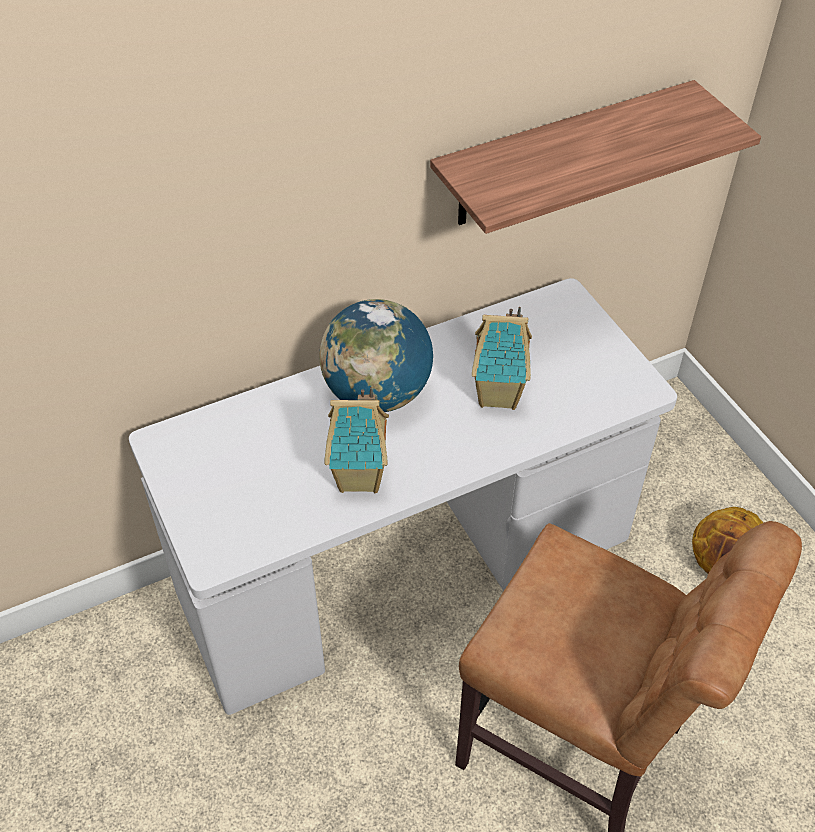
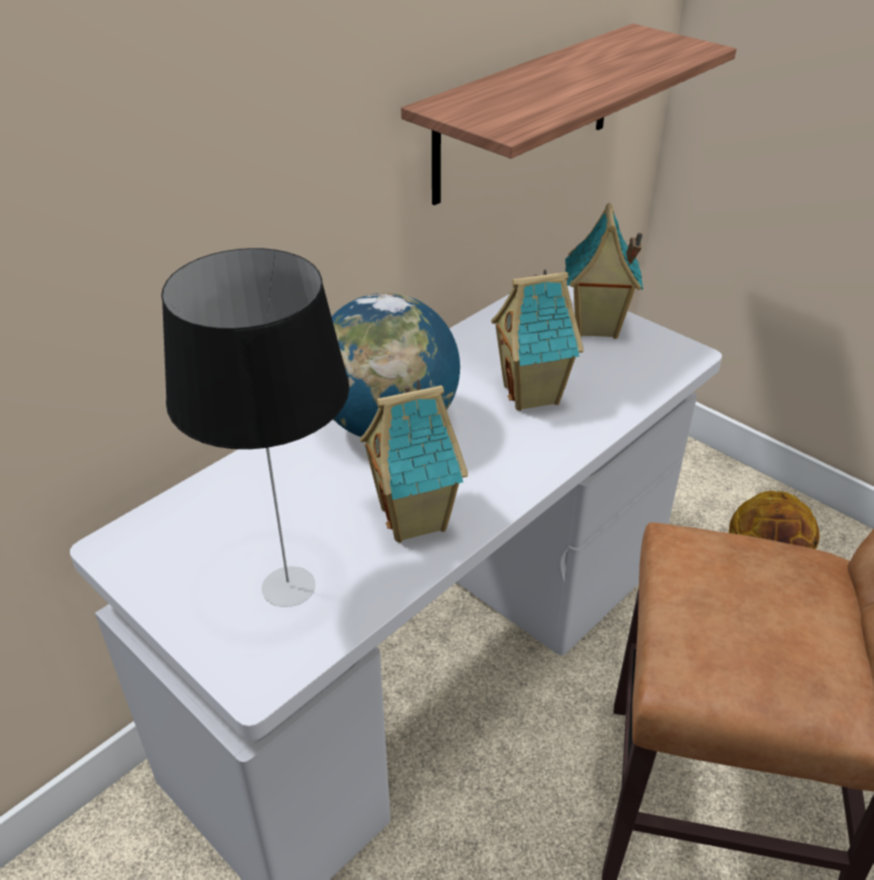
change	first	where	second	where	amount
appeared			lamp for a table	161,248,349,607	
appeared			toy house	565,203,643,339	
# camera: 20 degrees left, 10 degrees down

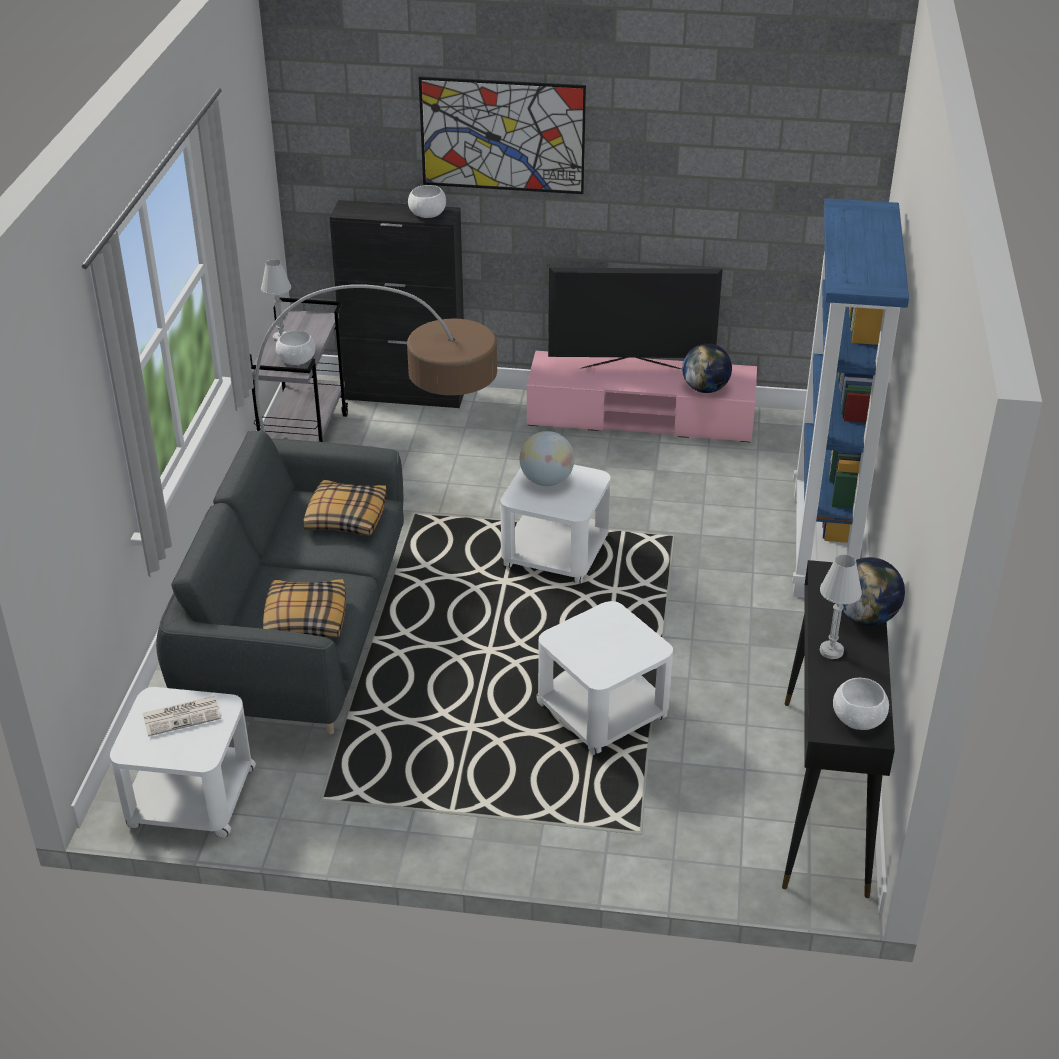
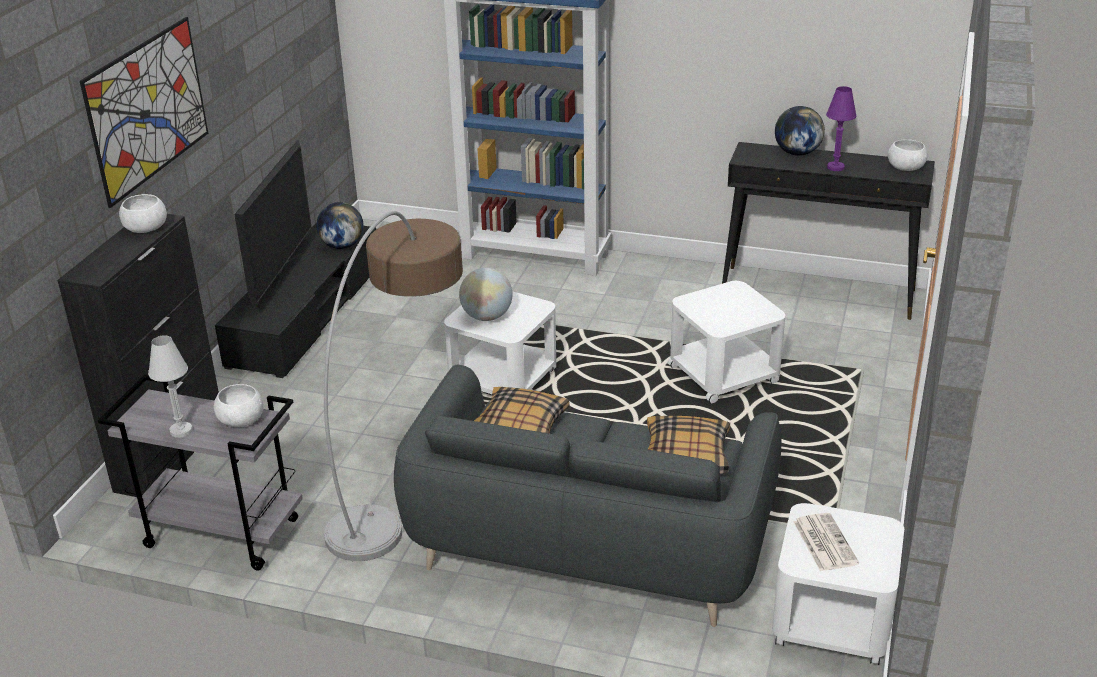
change	first	where	second	where	amount
colour	media console (pink)	527,351,757,442	media console (black-coloured)	215,222,376,378	
colour	lamp for a table (white)	820,554,862,659	lamp for a table (purple-coloured)	826,86,857,171	
# camera: 80 degrees left, 5 degrees down

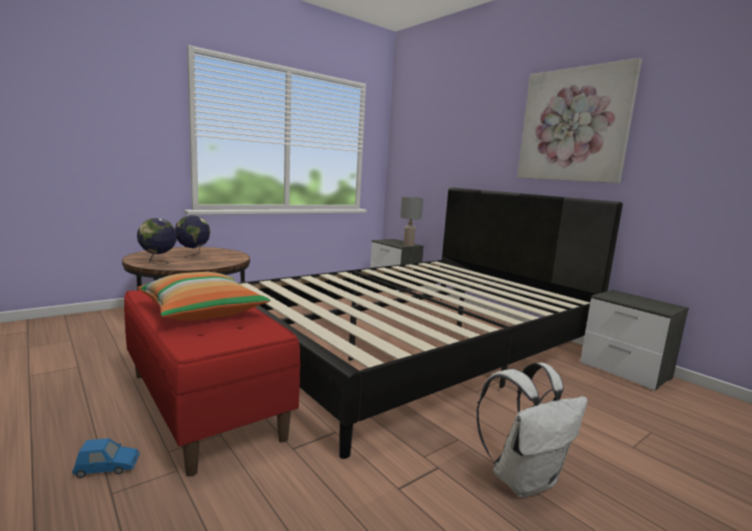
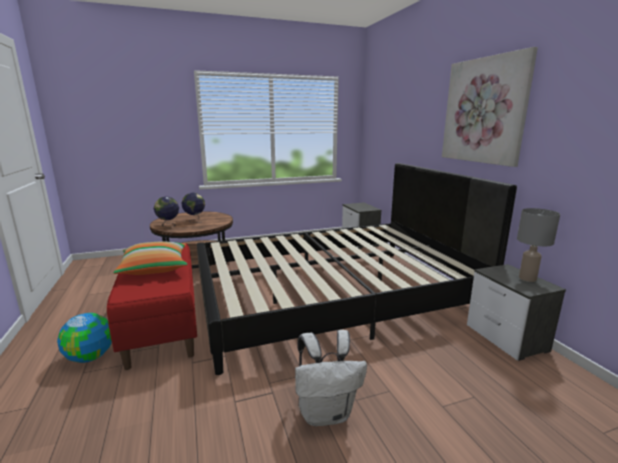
change	first	where	second	where	amount
exchanged	toy car (blue-coloured)	72,438,140,478	globe	57,313,112,363	
relocated	lamp for a table (greyish)	400,197,423,246		517,208,560,282	
# camera: 20 degrees right, 5 degrees up

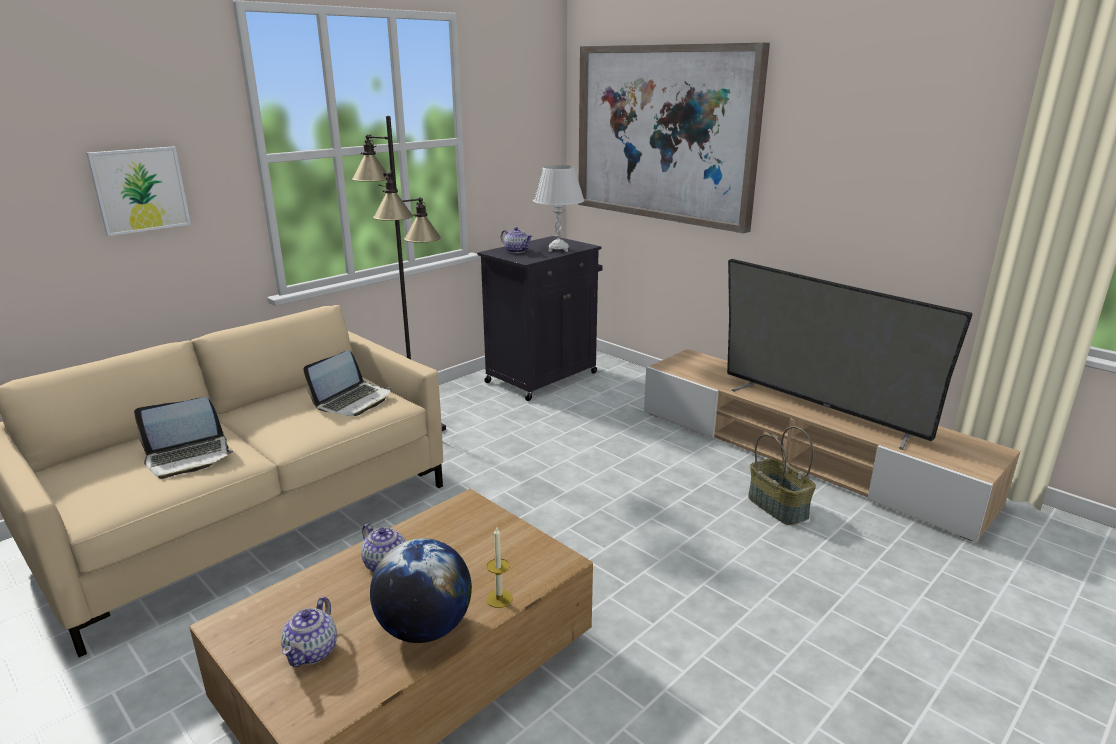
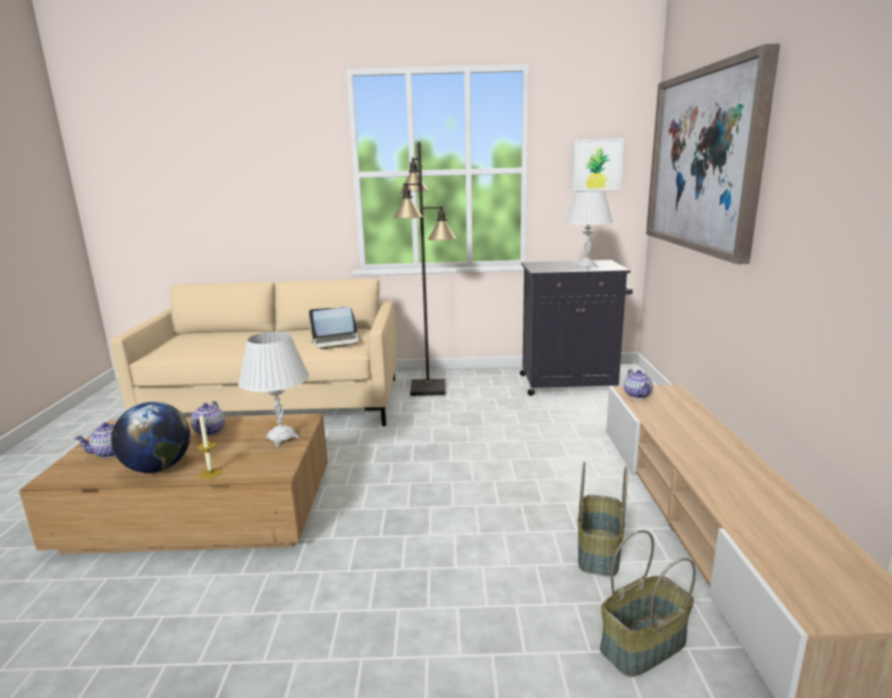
change	first	where	second	where	amount
appeared			lamp for a table (white)	238,332,310,446	
relocated	picture	86,146,191,236		572,138,624,191	
appeared			household basket	600,530,696,677	
relocated	teapot	501,227,532,253		624,369,653,398	
missing	portable computer	134,397,233,479			
missing	TV set	727,259,973,450			
# camera: 45 degrees right, 5 degrees down

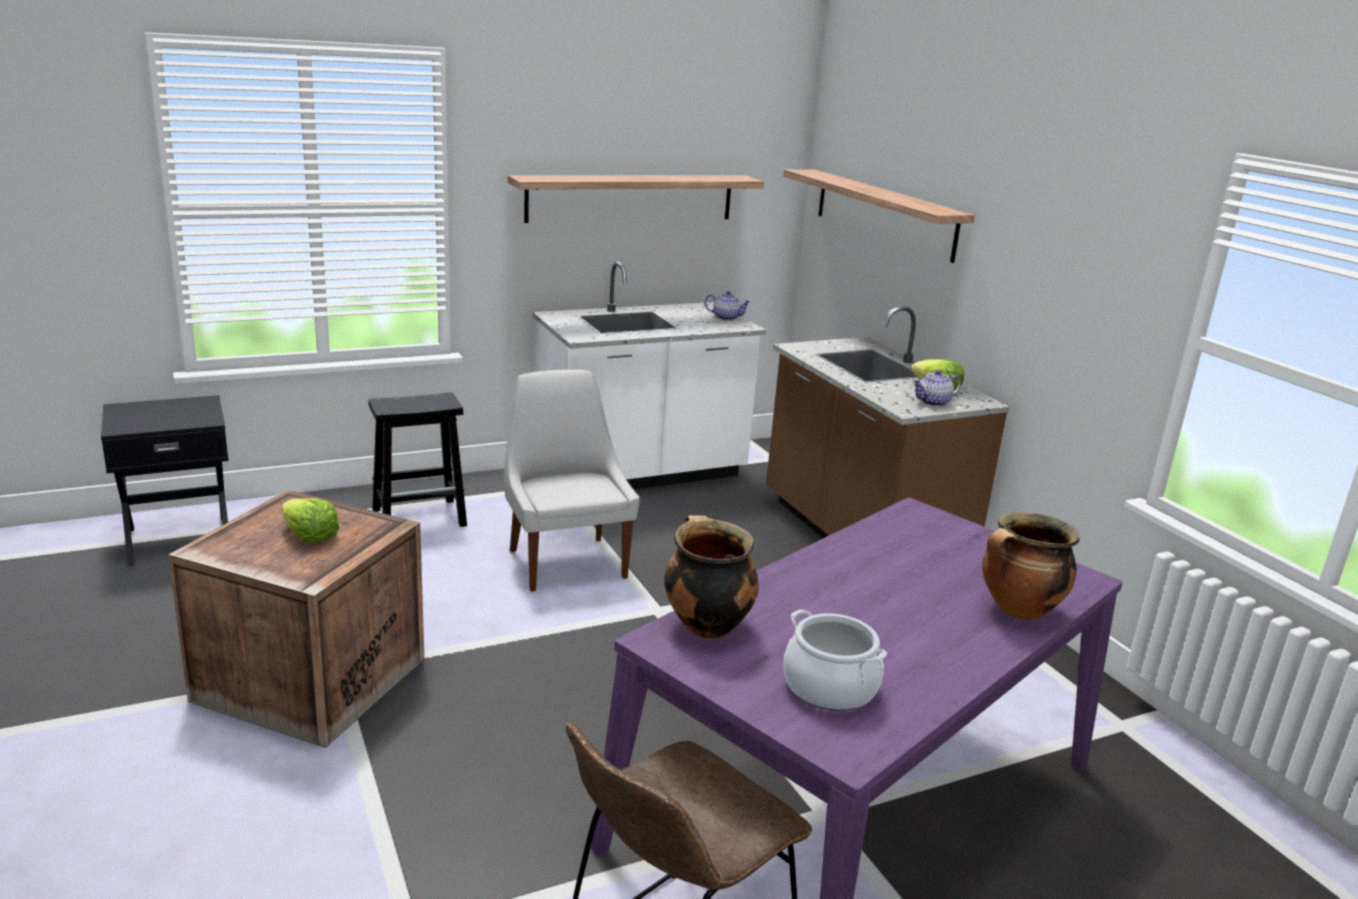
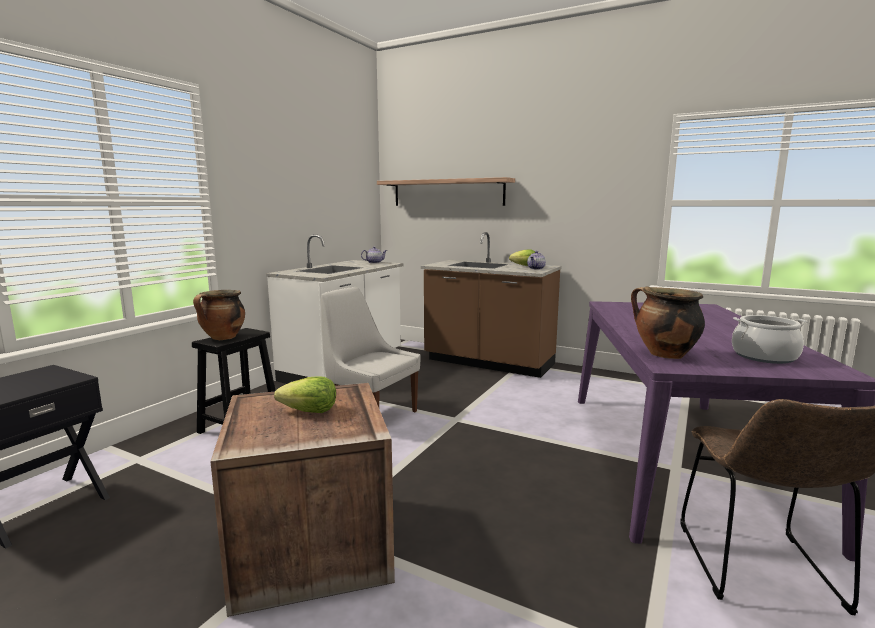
change	first	where	second	where	amount
relocated	cooking pot	982,512,1079,620		193,290,245,340	
missing	wall shelf	507,175,764,223			
# camera: 35 degrees left, 10 degrees down

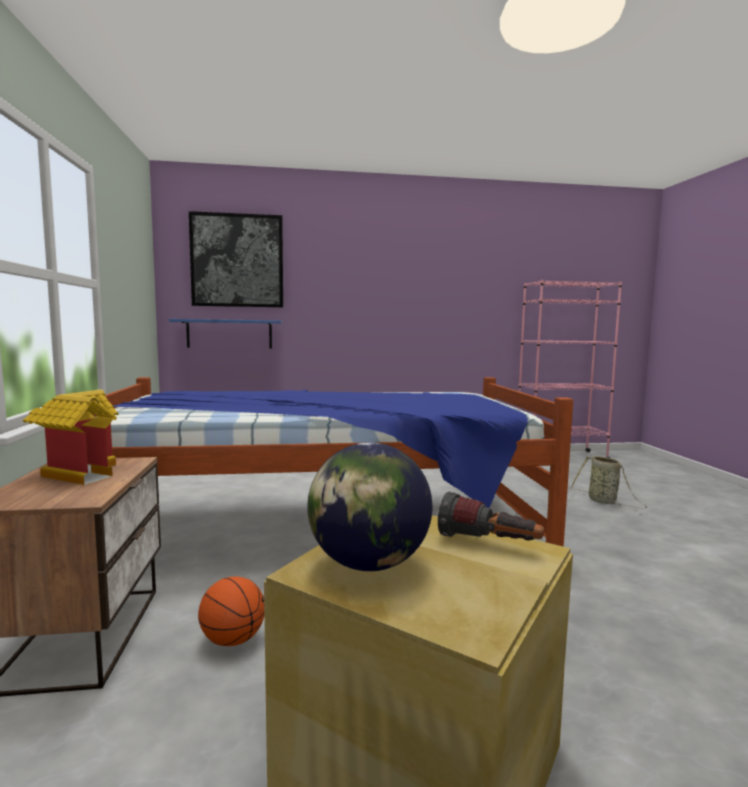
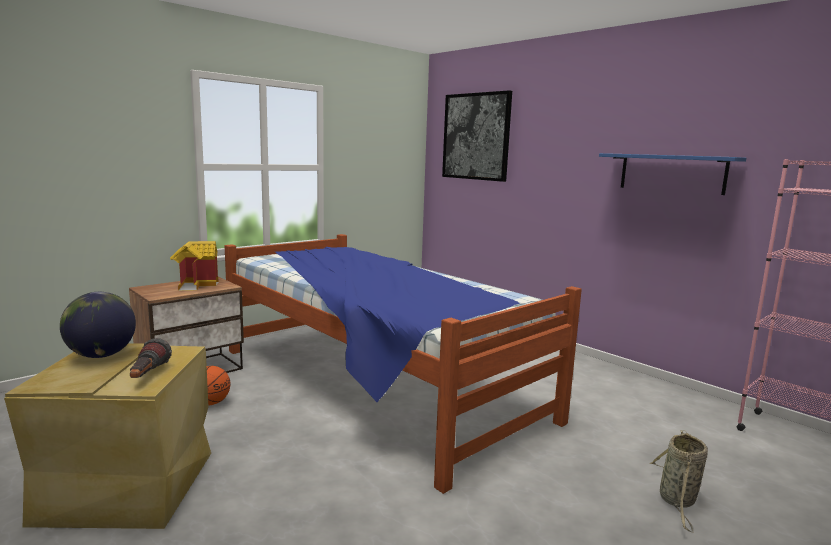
change	first	where	second	where	amount
relocated	wall shelf (blue-coloured)	169,319,282,348		599,153,746,195	
# camera: 55 degrees right, 5 degrees up

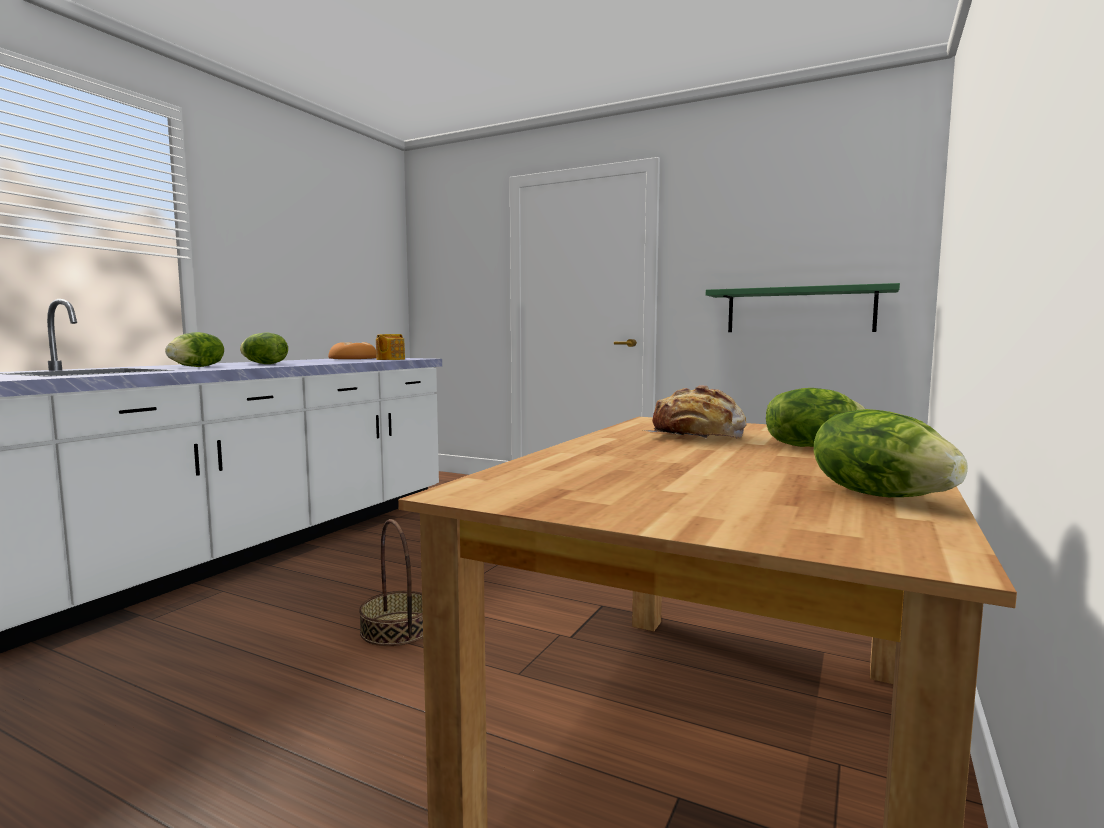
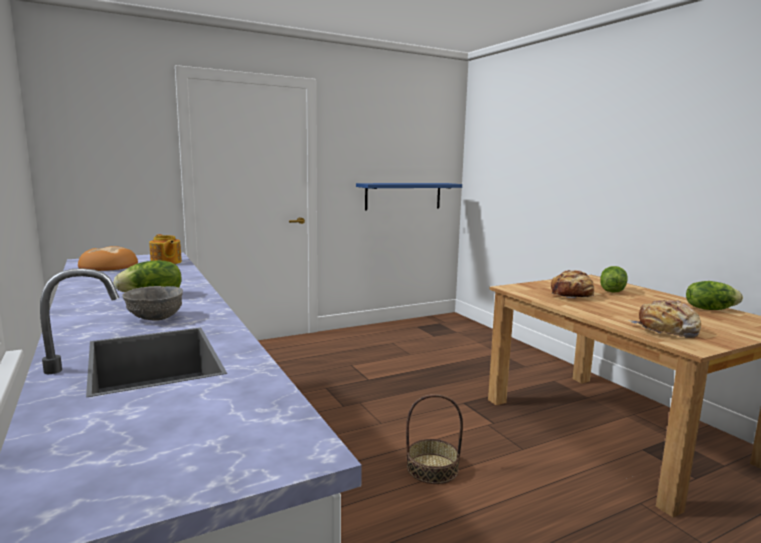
change	first	where	second	where	amount
exchanged	lettuce	165,332,224,367	bowl (greyish)	122,286,183,320	
colour	wall shelf (green-coloured)	706,283,900,332	wall shelf (blue-coloured)	356,183,462,211	
appeared			bread	629,300,701,338	
# camera: 55 degrees left, 5 degrees up

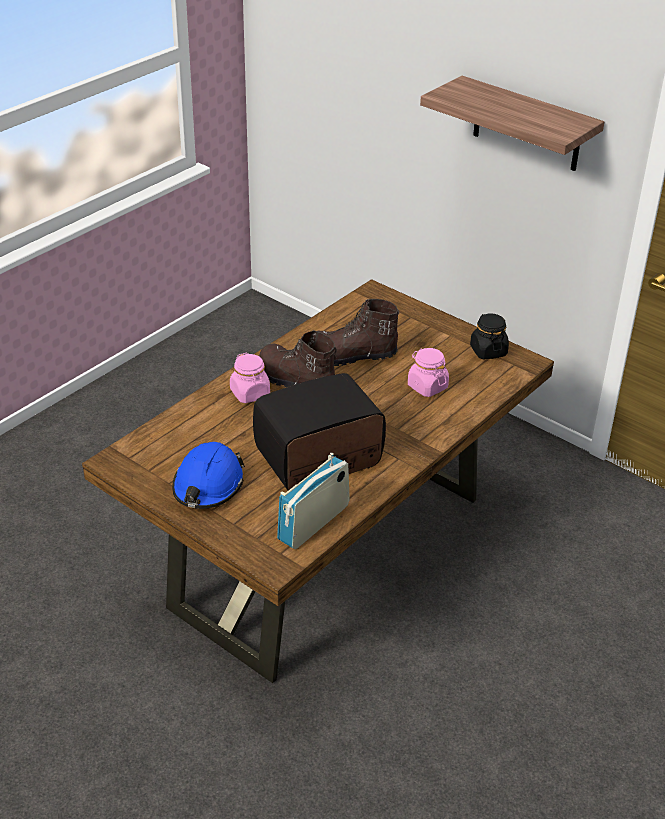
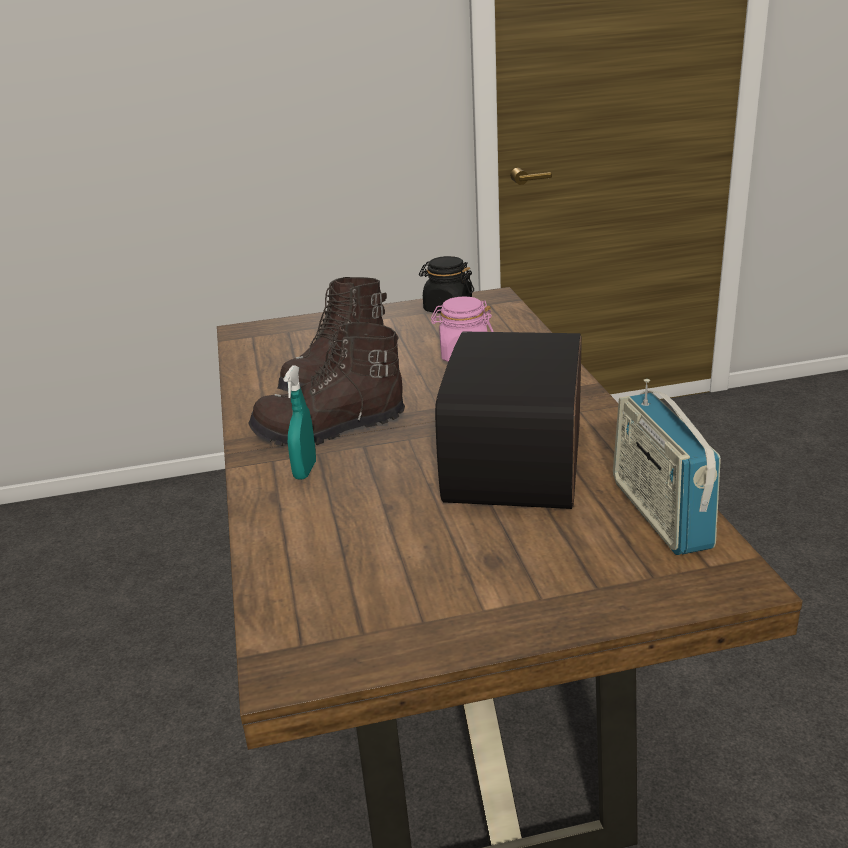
change	first	where	second	where	amount
exchanged	storage jar (pink)	230,353,270,403	spray bottle (turquoise)	283,365,316,479	
missing	hard hat (blue-coloured)	172,442,245,509			
missing	wall shelf	420,76,605,171			
# camera: 50 degrees left, 10 degrees down

